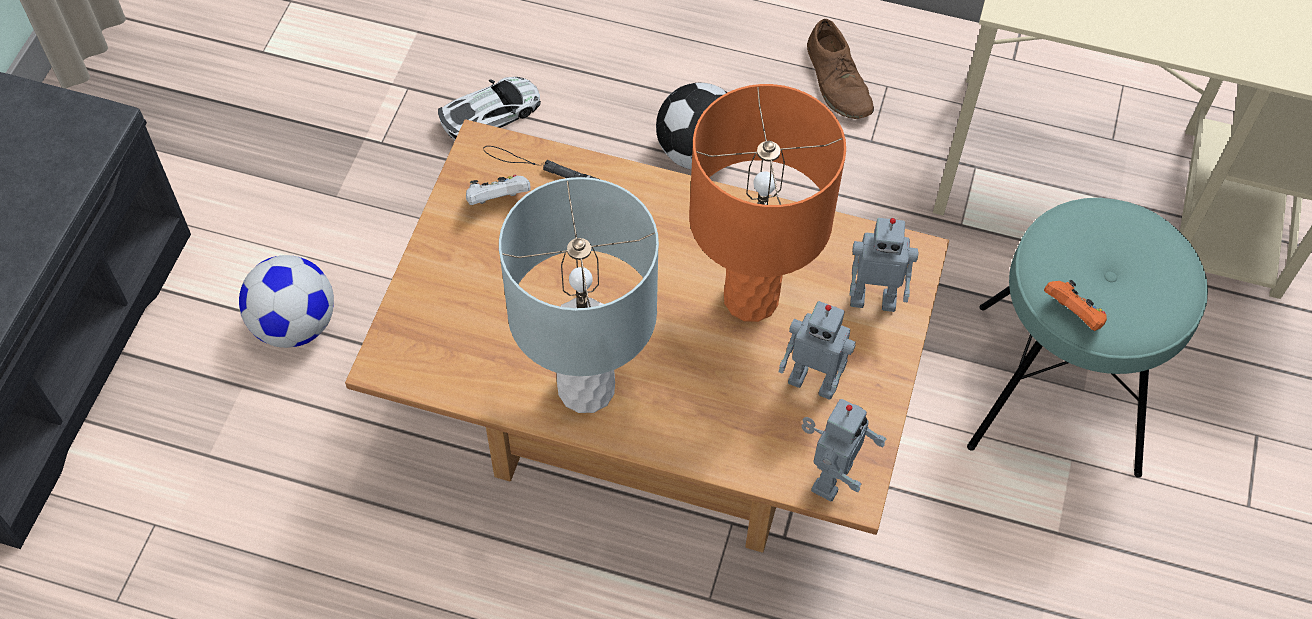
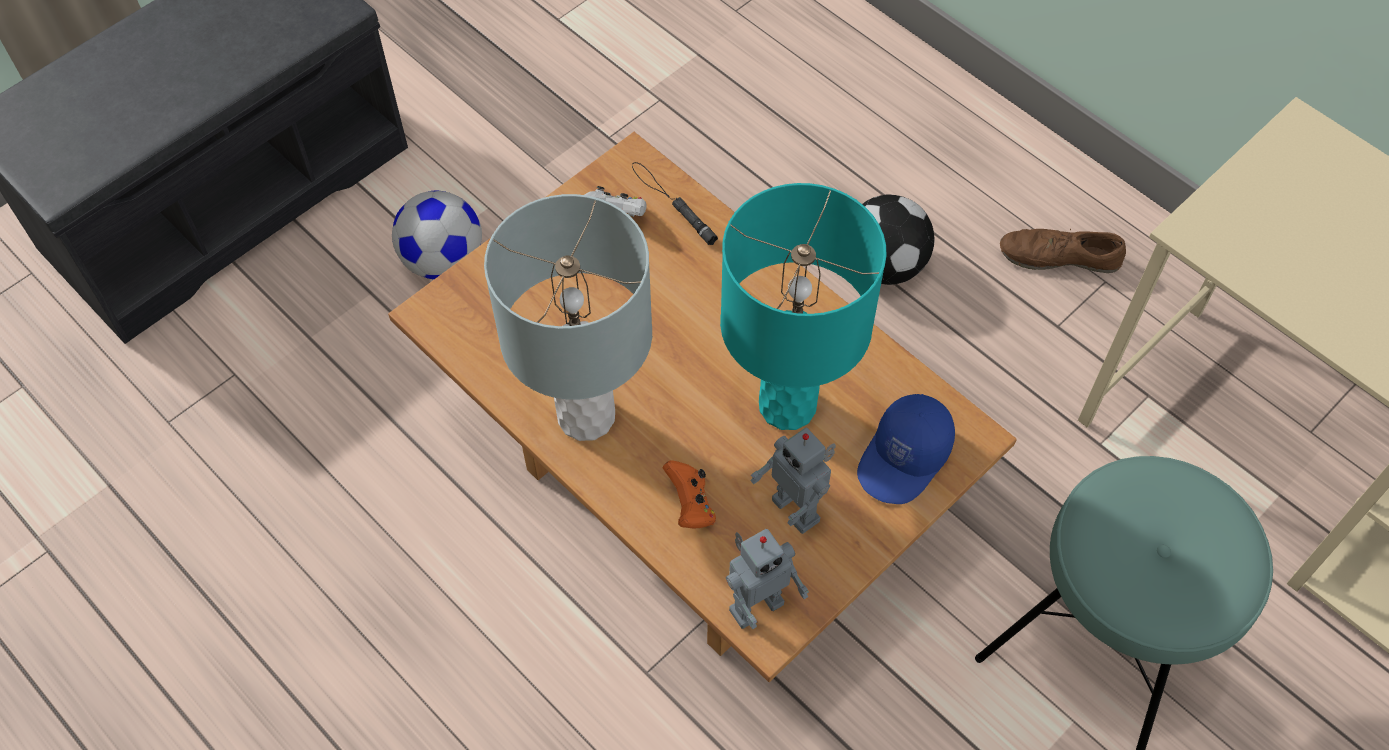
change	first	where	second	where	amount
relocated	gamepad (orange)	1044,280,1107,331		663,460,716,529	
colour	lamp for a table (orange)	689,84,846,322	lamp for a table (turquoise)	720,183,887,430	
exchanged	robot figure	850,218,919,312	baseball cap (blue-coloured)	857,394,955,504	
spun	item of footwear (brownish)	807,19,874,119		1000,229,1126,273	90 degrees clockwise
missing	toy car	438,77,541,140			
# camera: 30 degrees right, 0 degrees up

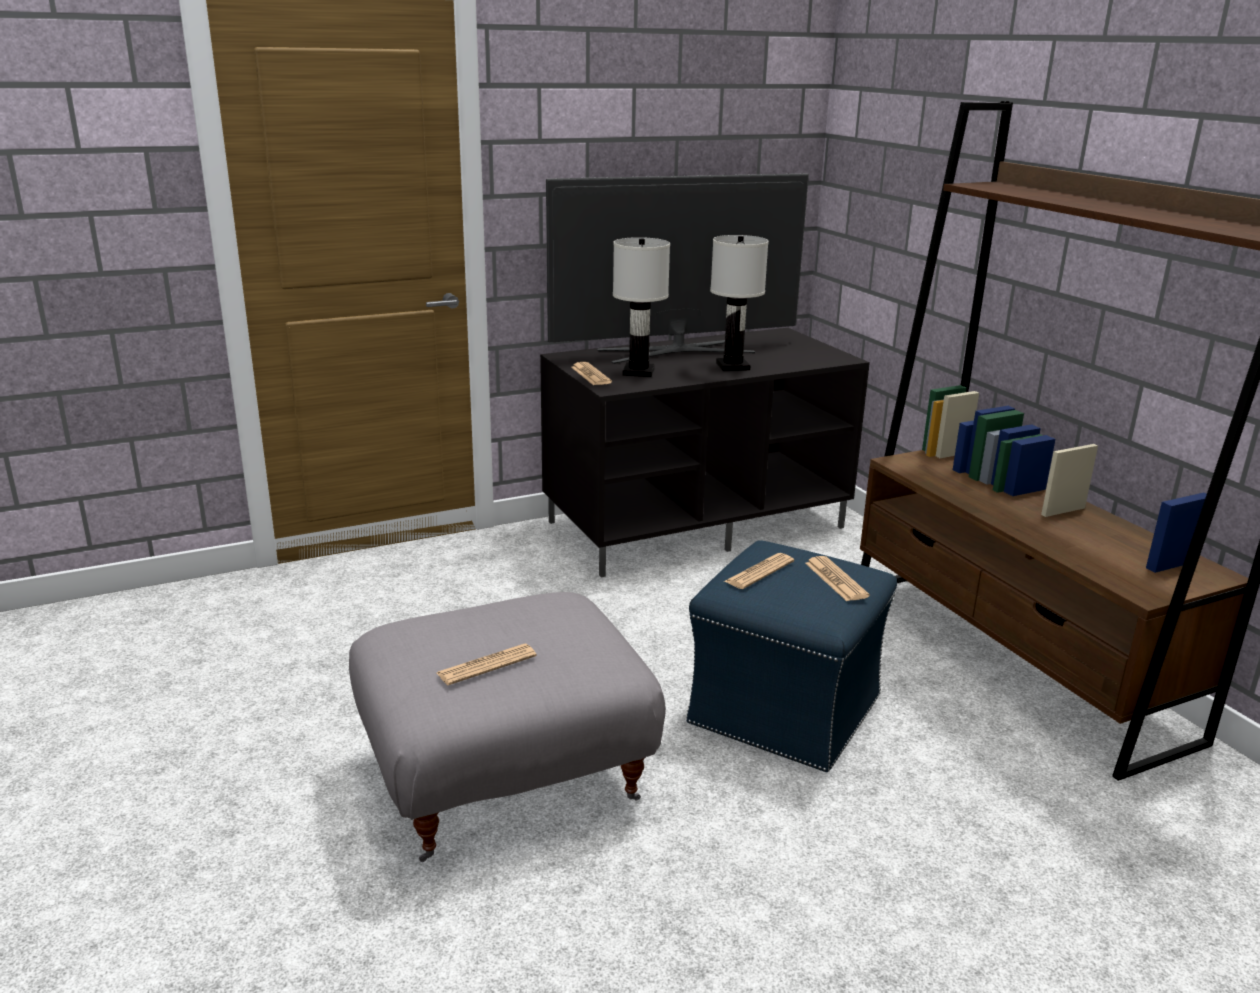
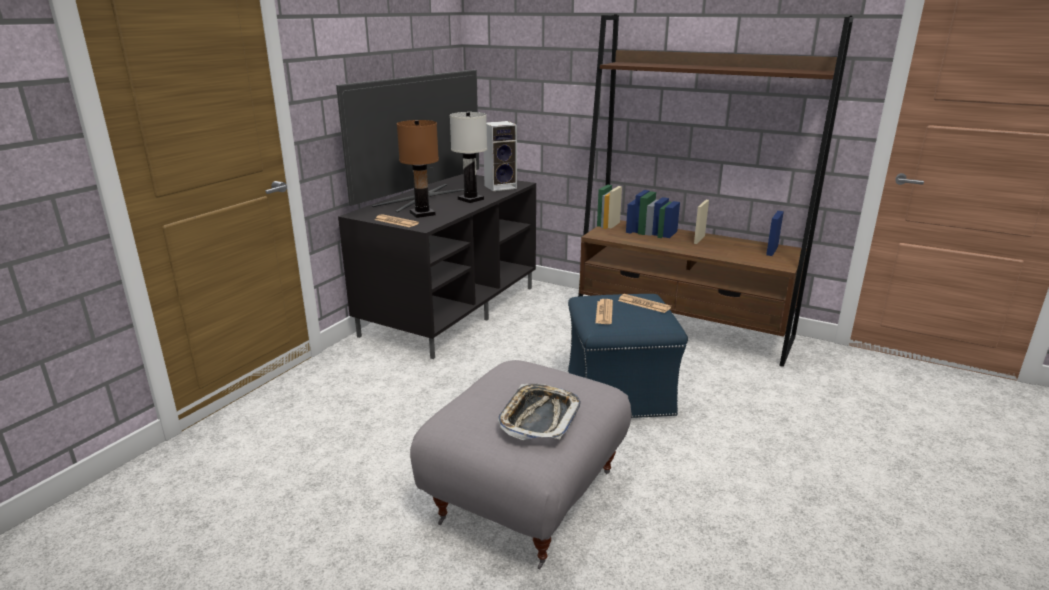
change	first	where	second	where	amount
colour	lamp for a table (white)	613,237,670,377	lamp for a table (brownish)	397,120,439,218	
appeared			audio speaker	484,121,517,191	
exchanged	printed paper	437,644,537,685	carrying tray	498,384,580,440	
# camera: 35 degrees left, 0 degrees up

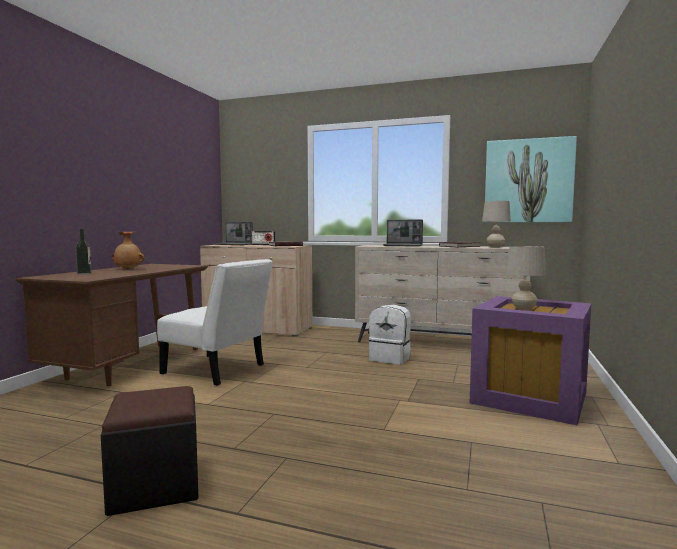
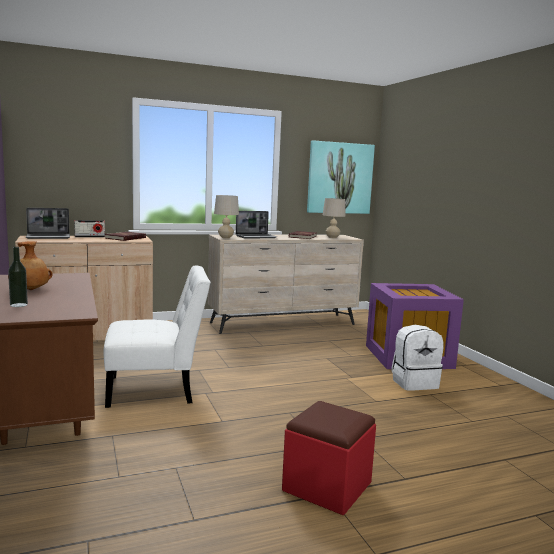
change	first	where	second	where	amount
relocated	lamp for a table (beige-coloured)	506,246,546,310		214,195,239,238	
colour	footrest (black-coloured)	101,386,199,516	footrest (red)	282,401,376,515	
relocated	knapsack (white)	369,305,411,364		392,325,443,391	
# camera: 40 degrees left, 5 degrees up

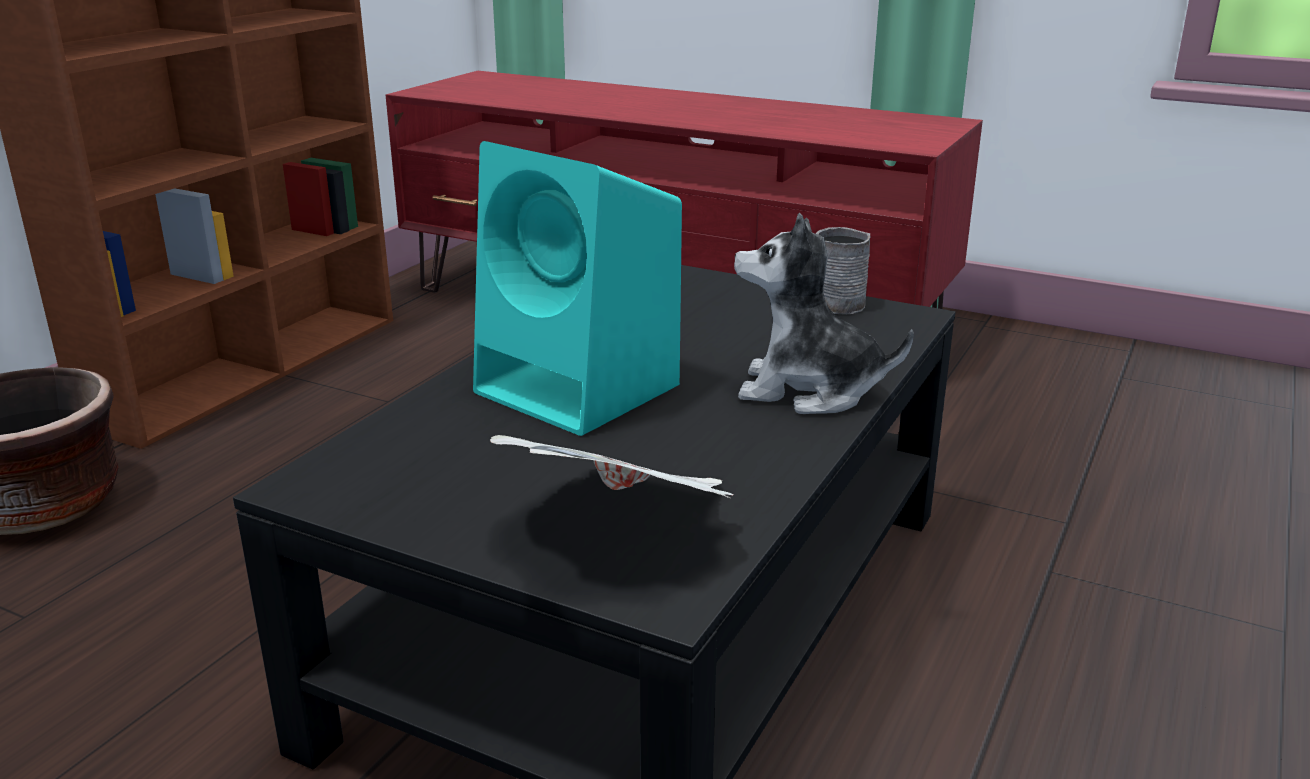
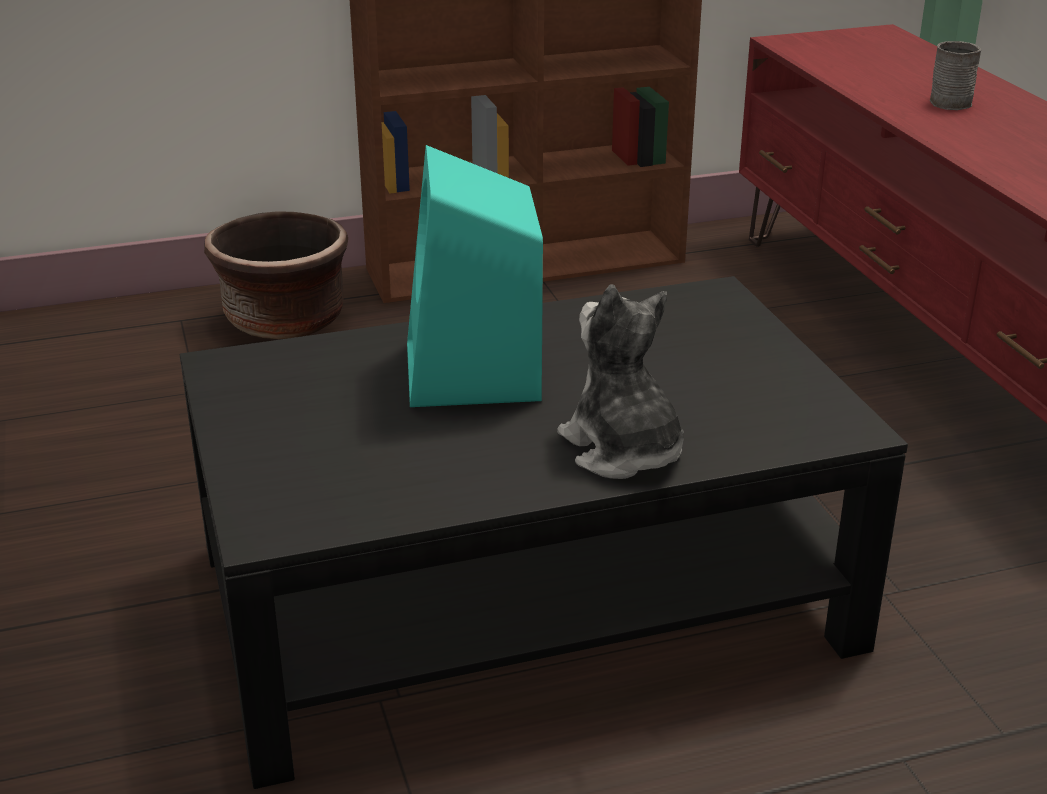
change	first	where	second	where	amount
relocated	coffee mug (greyish)	816,227,871,315		930,41,981,110	
missing	printed paper	490,435,734,498			
# camera: 45 degrees right, 5 degrees up

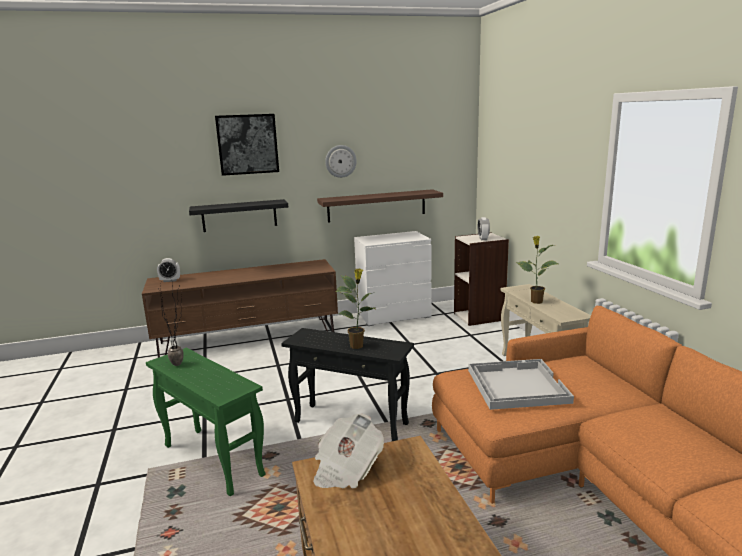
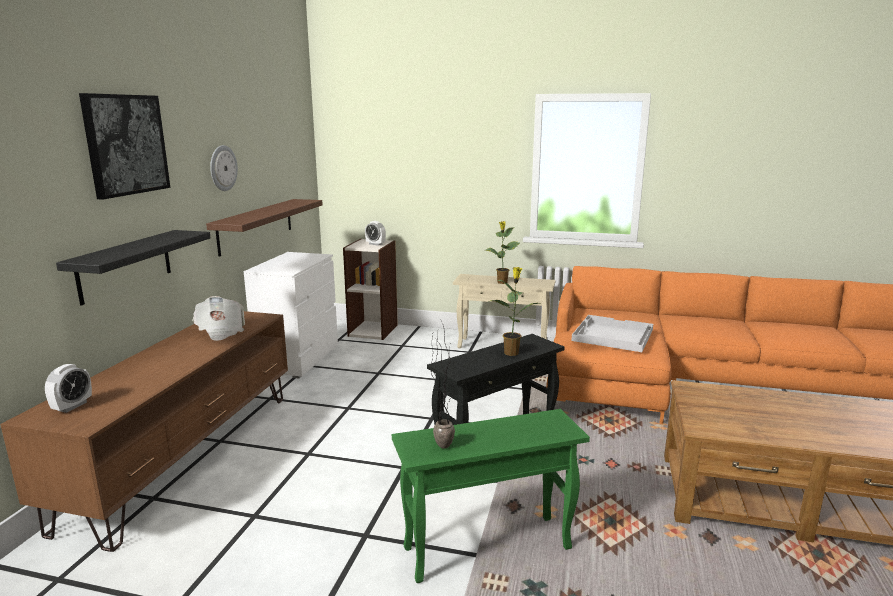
change	first	where	second	where	amount
relocated	printed paper	313,414,384,489		192,296,245,341	
# camera: 60 degrees left, 0 degrees up

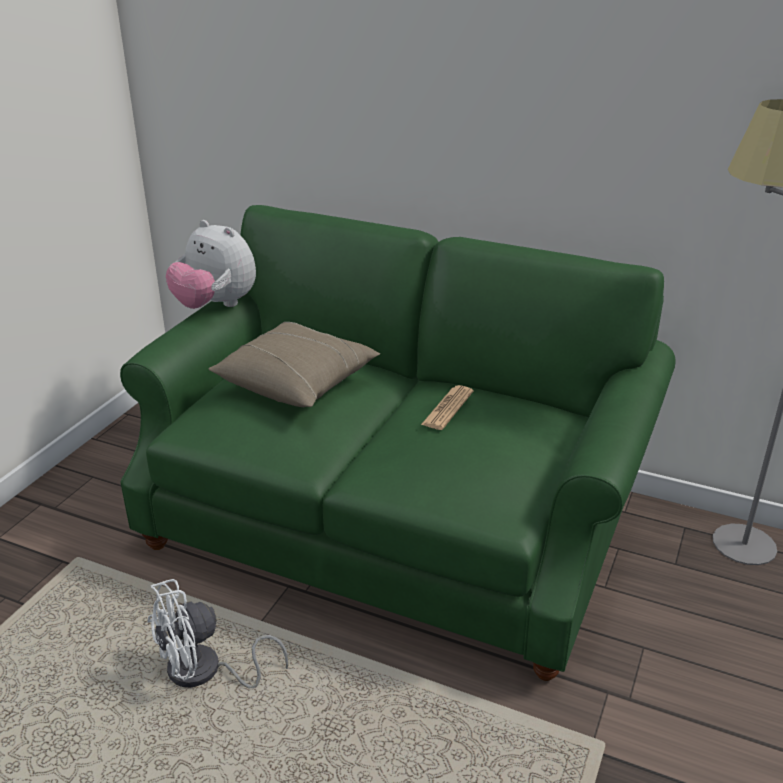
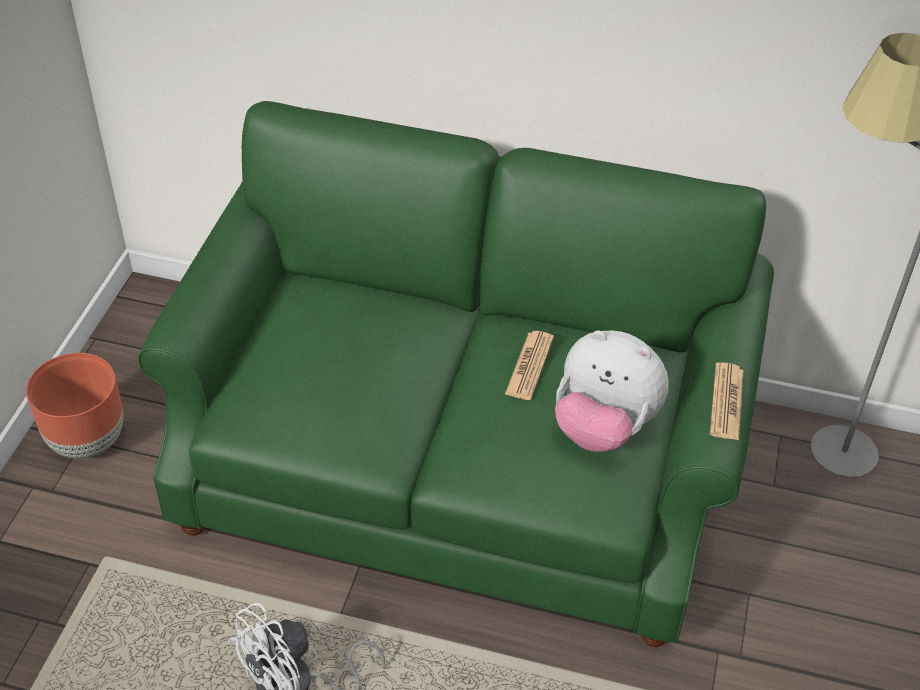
change	first	where	second	where	amount
appeared			planter (brownish)	26,353,123,459	
relocated	cuddly toy	166,220,256,309		555,331,669,452	
appeared			printed paper	710,362,743,440	
missing	throw pillow (beige-coloured)	209,322,380,407			
# camera: 10 degrees left, 15 degrees up

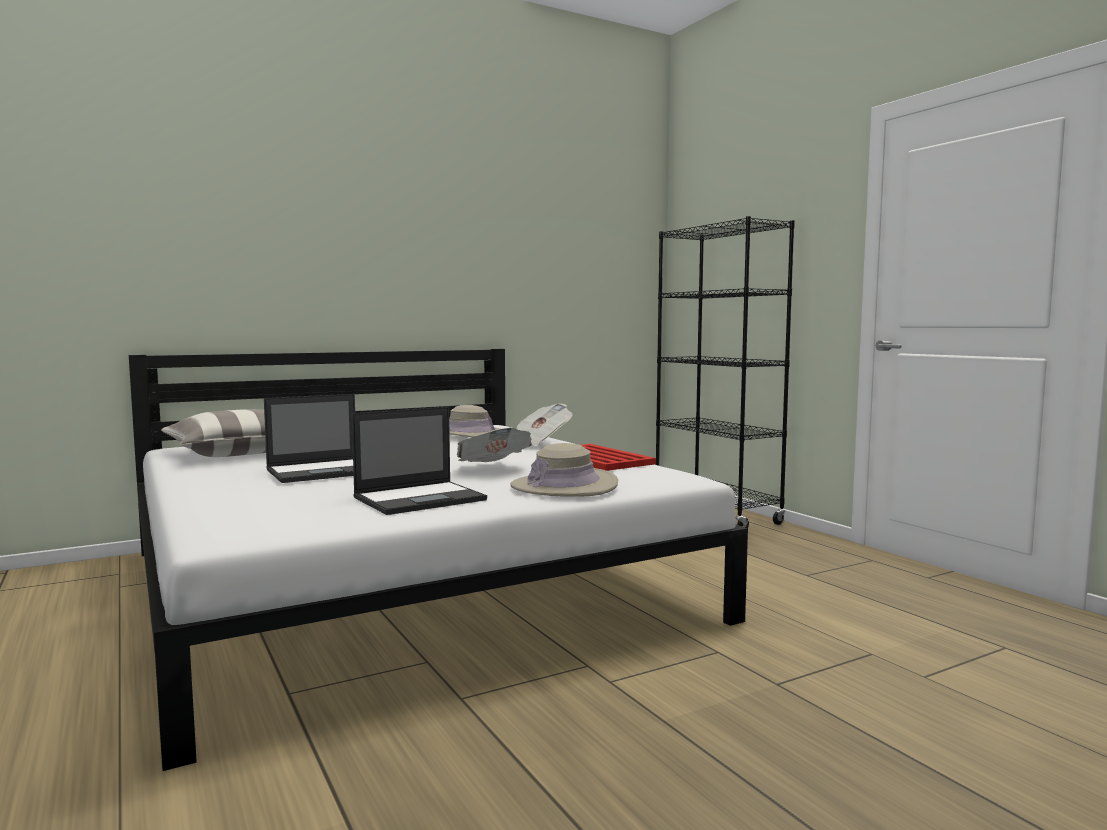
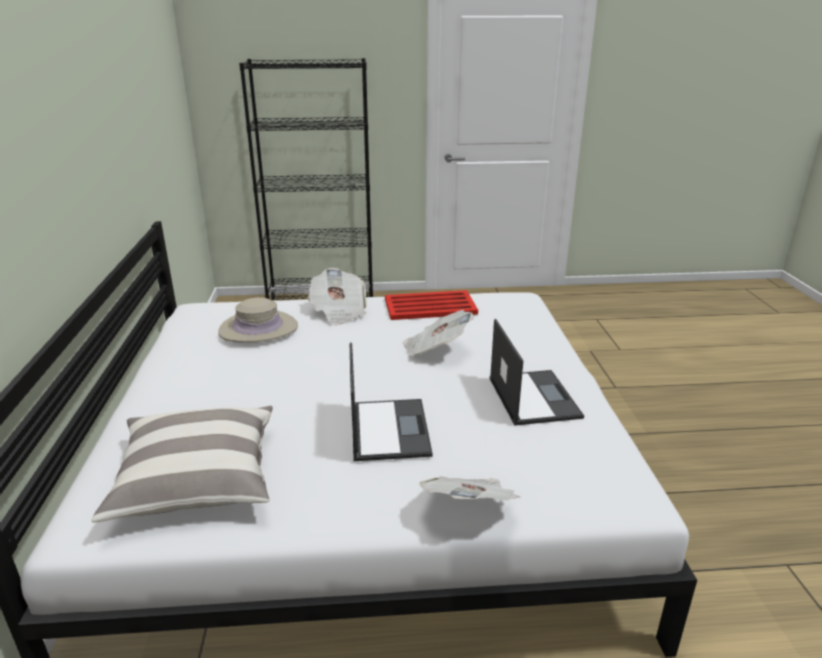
change	first	where	second	where	amount
appeared			printed paper	419,476,521,501	
missing	wearable hat (beige-coloured)	510,443,618,497			
# camera: 65 degrees left, 20 degrees up

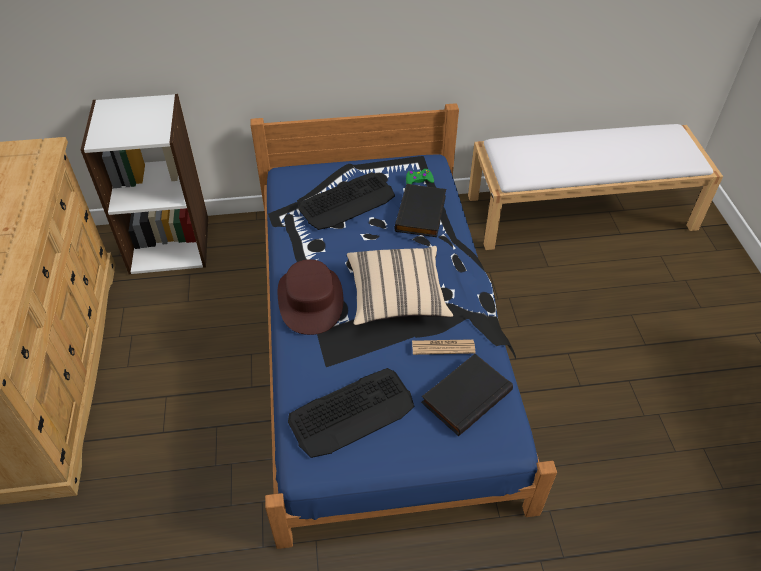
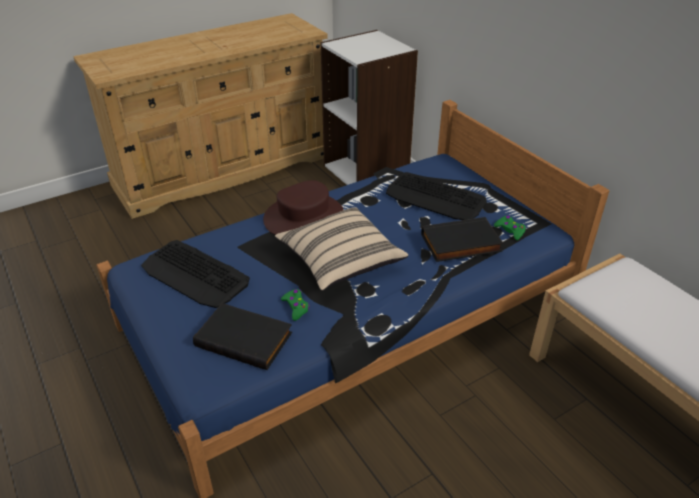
change	first	where	second	where	amount
exchanged	printed paper	412,339,475,355	gamepad (green-coloured)	281,289,309,321	
# camera: 65 degrees right, 10 degrees down

